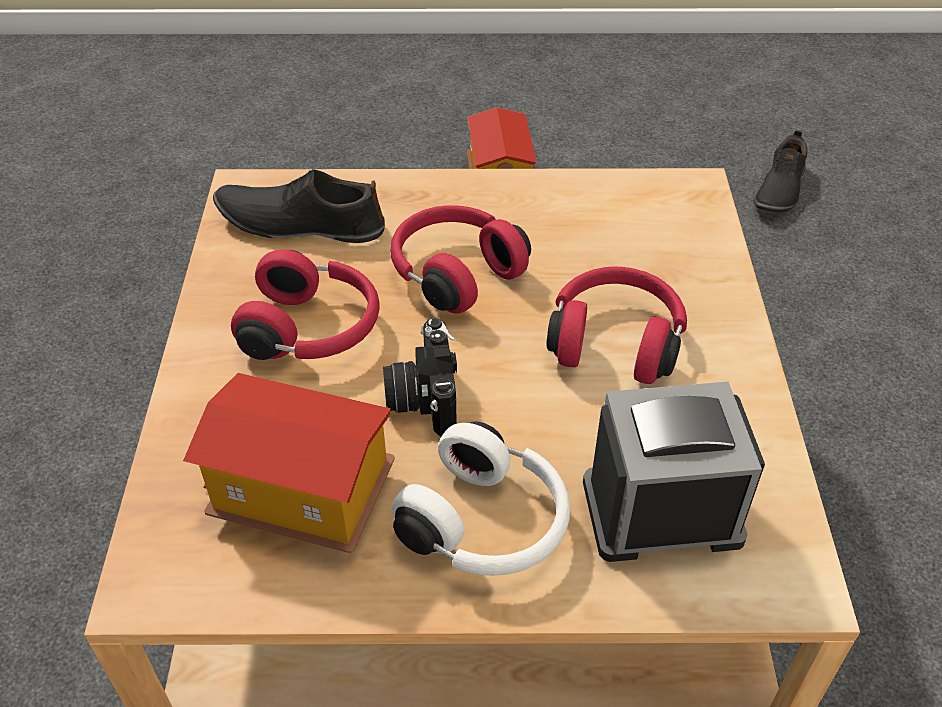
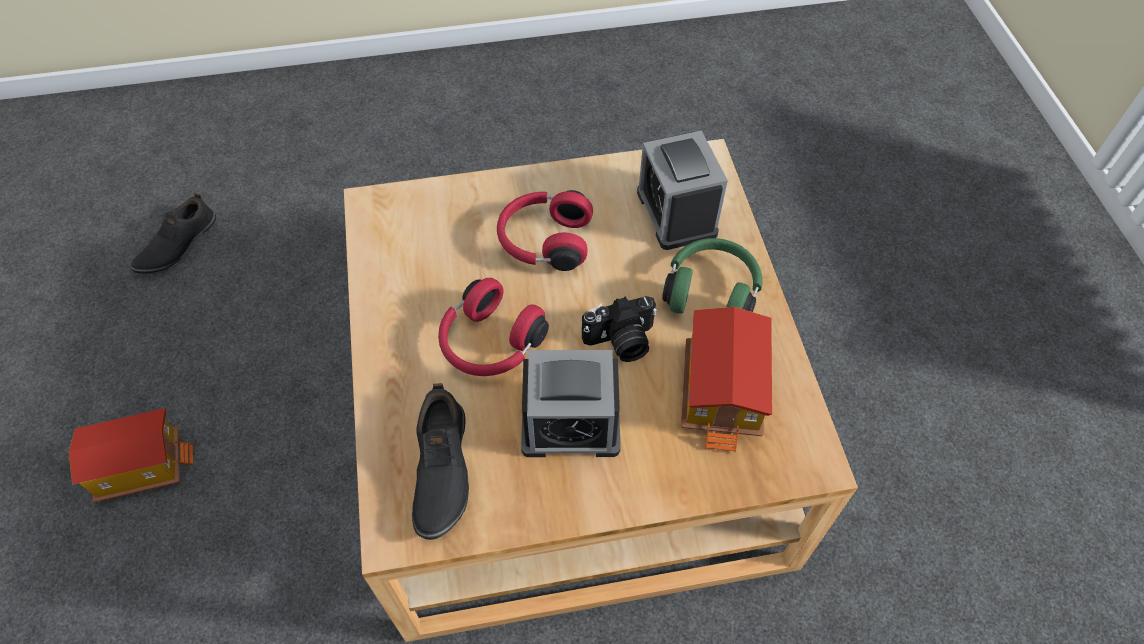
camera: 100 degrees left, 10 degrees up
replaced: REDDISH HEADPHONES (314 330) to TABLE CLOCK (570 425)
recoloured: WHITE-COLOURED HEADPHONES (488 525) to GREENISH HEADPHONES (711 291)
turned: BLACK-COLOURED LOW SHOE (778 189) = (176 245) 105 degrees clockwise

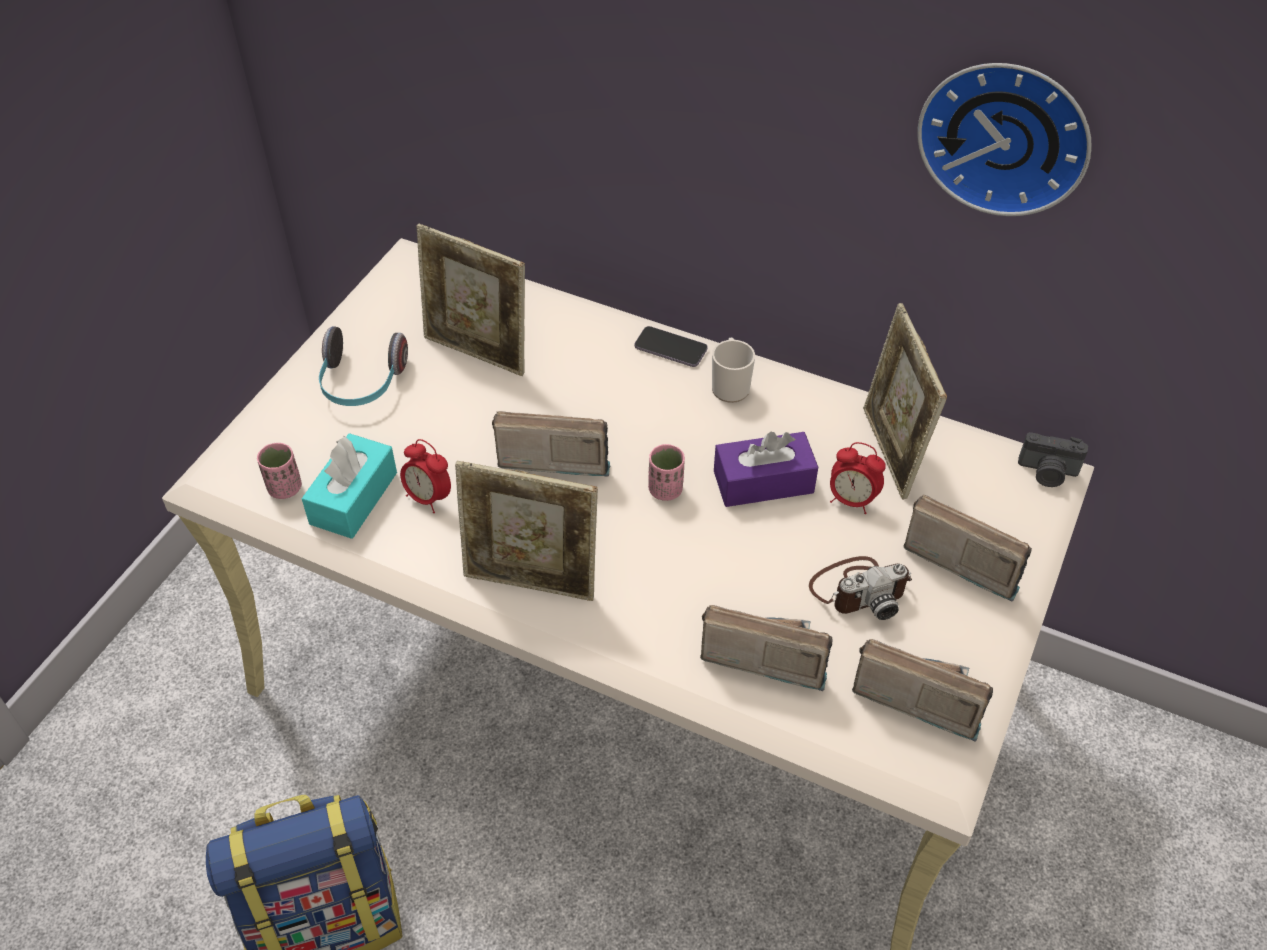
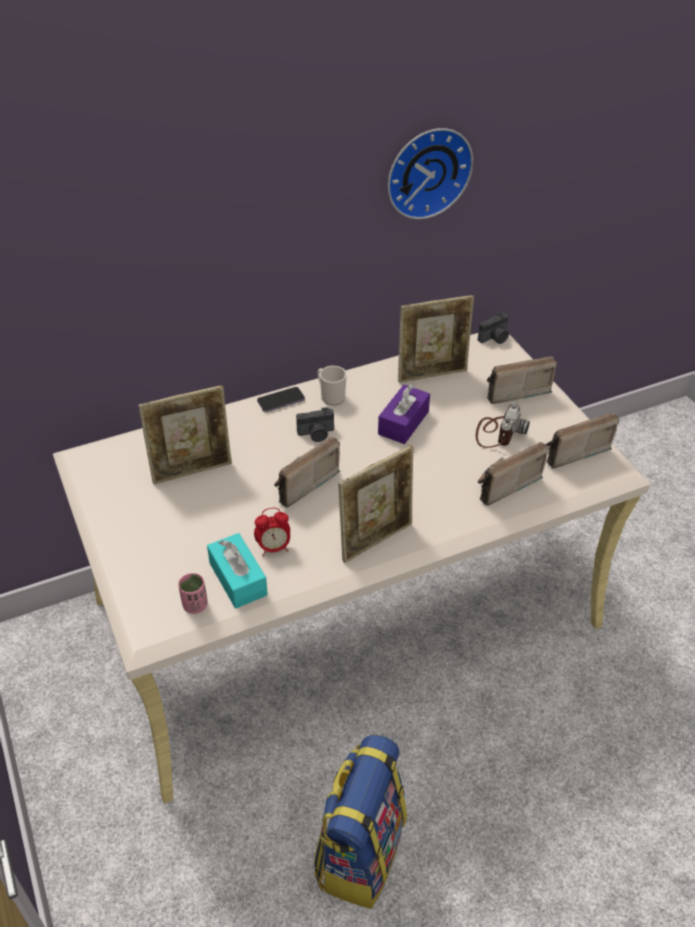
camera: 50 degrees left, 5 degrees down
removed: HEADPHONES (361 383); PINK-COLOURED SMALL CUP (665 490); TABLE CLOCK (851 500)
added: STILL CAMERA (316 434)
turned: PHOTO FRAME (890 453) = (432 374) 45 degrees counterclockwise

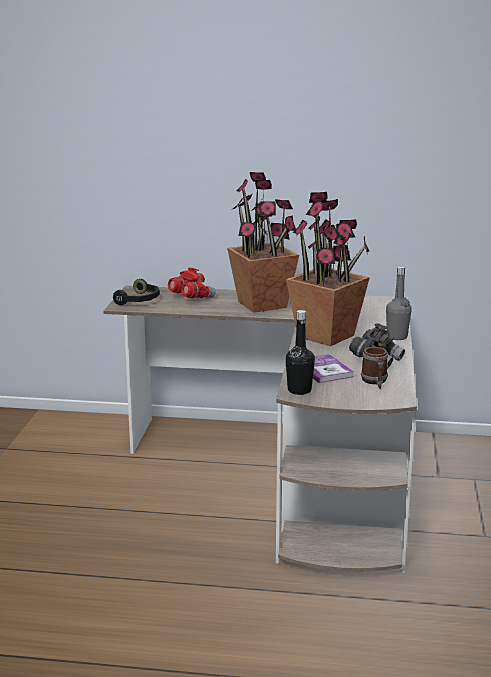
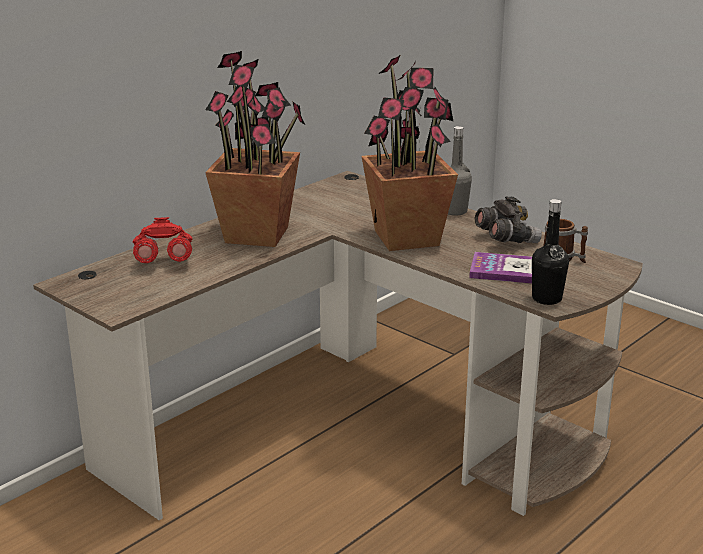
camera: 55 degrees left, 5 degrees up
removed: BLACK-COLOURED HEADPHONES (140 300)

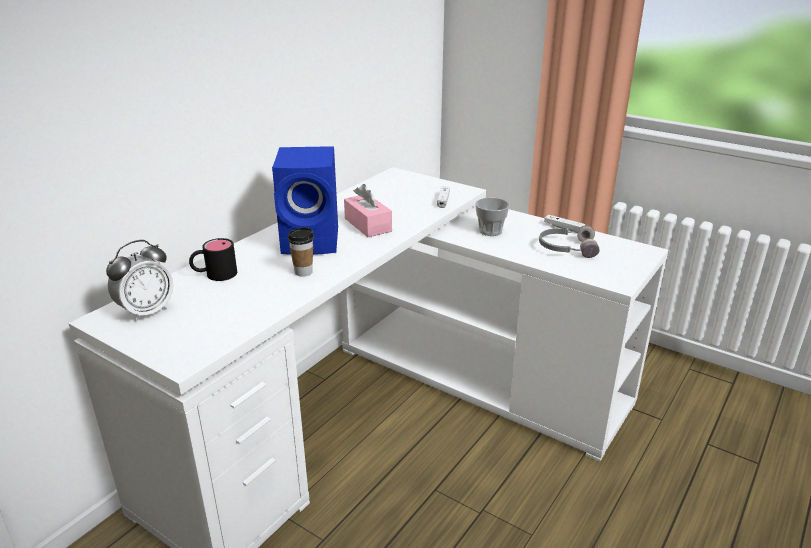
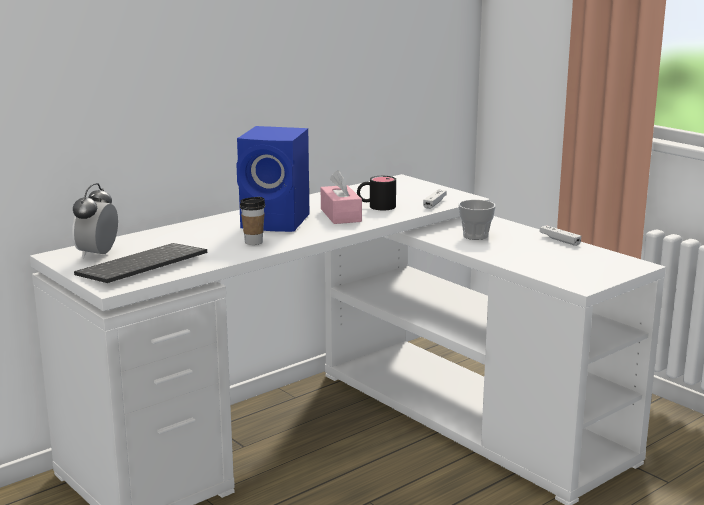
camera: 15 degrees right, 10 degrees down
removed: GREY HEADPHONES (567 248)
added: KEYBOARD (142 267)
moved: BLACK-COLOURED COFFEE MUG (214 274) to (376 206)
turned: TABLE CLOCK (146 312) = (98 254) 135 degrees clockwise

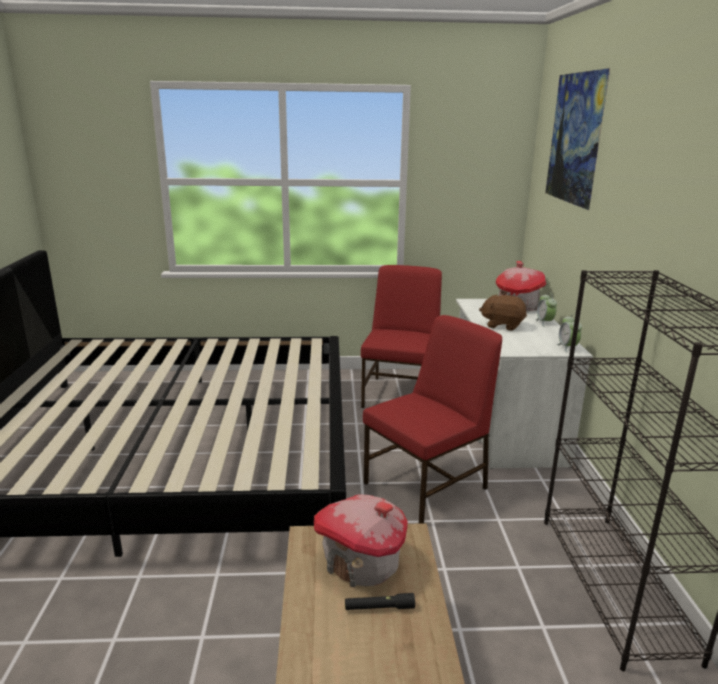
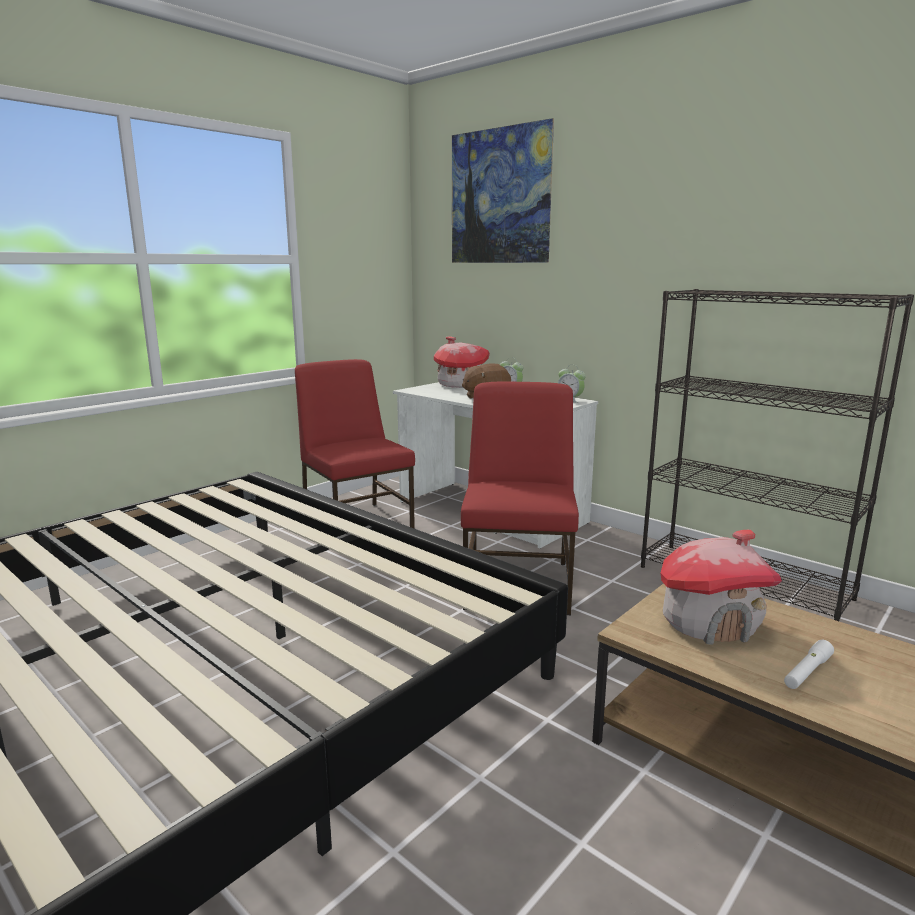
camera: 45 degrees left, 5 degrees down
removed: BLACK-COLOURED FLASHLIGHT (379 607)
added: WHITE-COLOURED FLASHLIGHT (807 672)

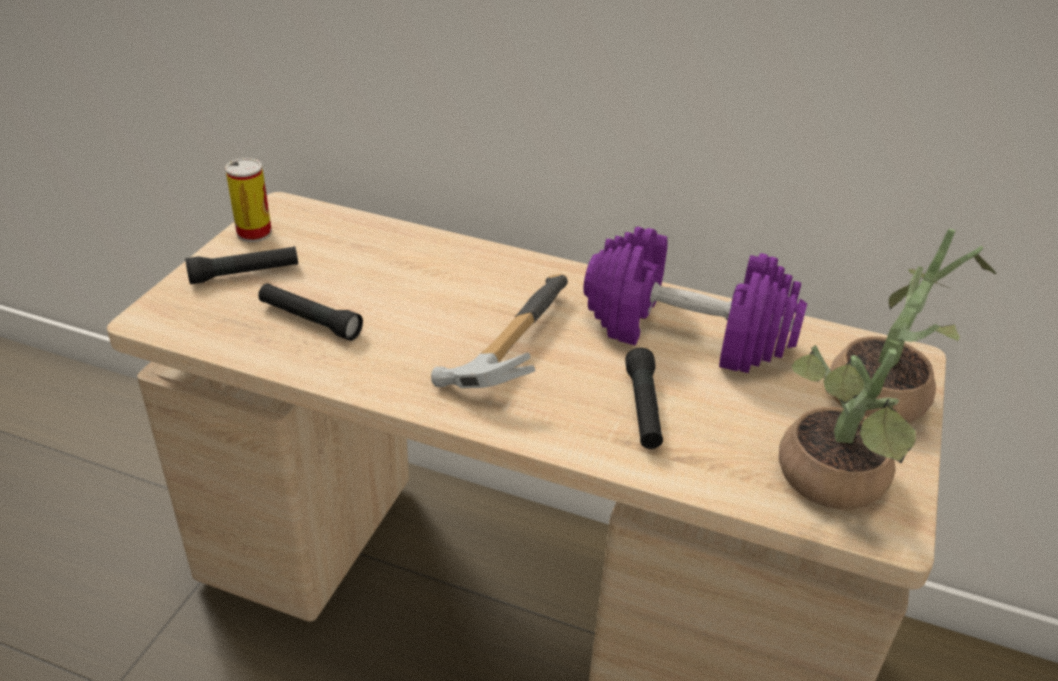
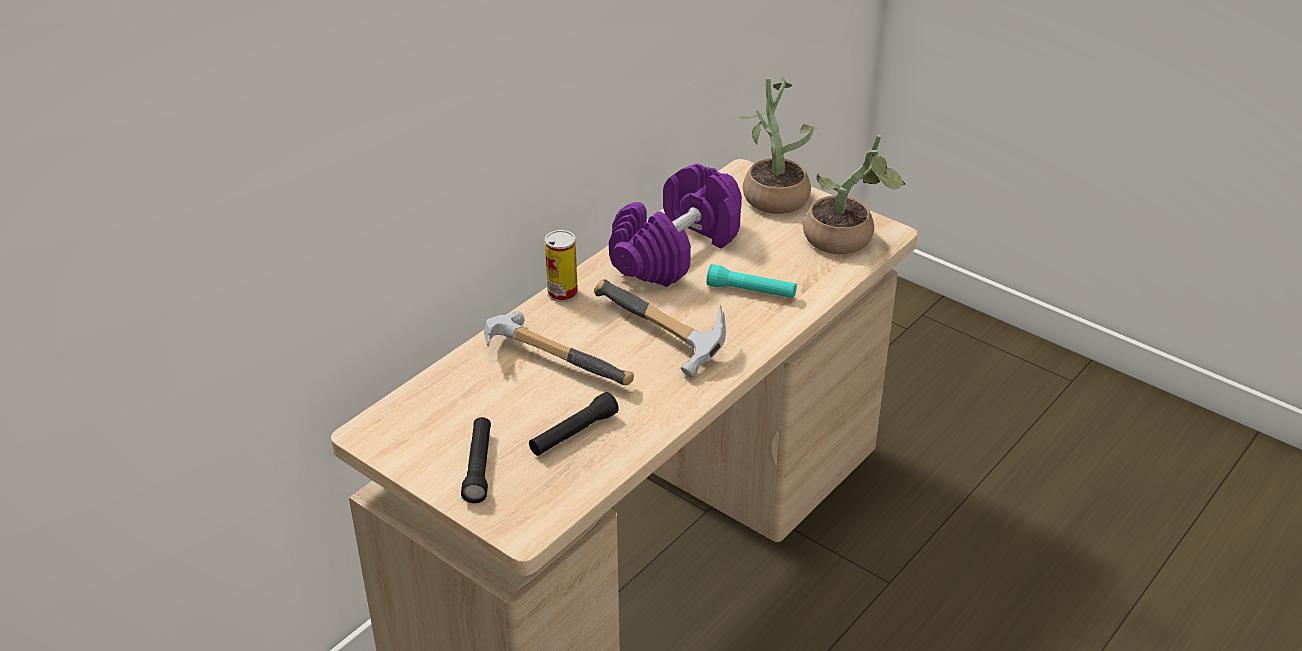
camera: 70 degrees left, 0 degrees up
added: HAND HAMMER (557 358)
moved: SEALED CAN (254 233) to (562 293)
recoloured: BLACK-COLOURED FLASHLIGHT (643 409) to TURQUOISE FLASHLIGHT (751 291)

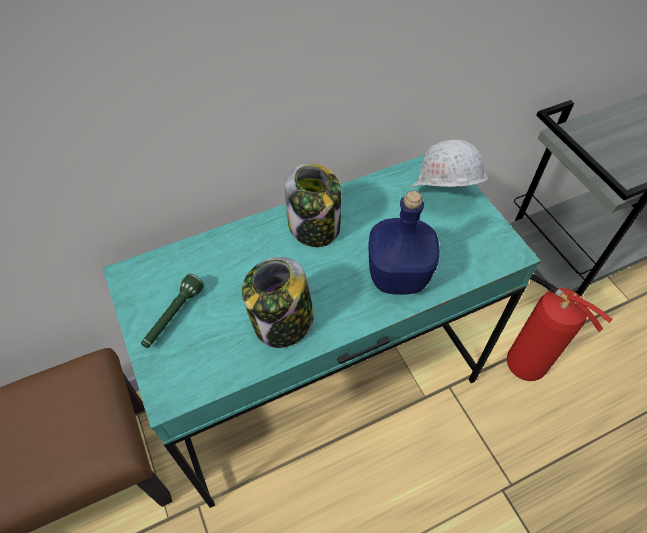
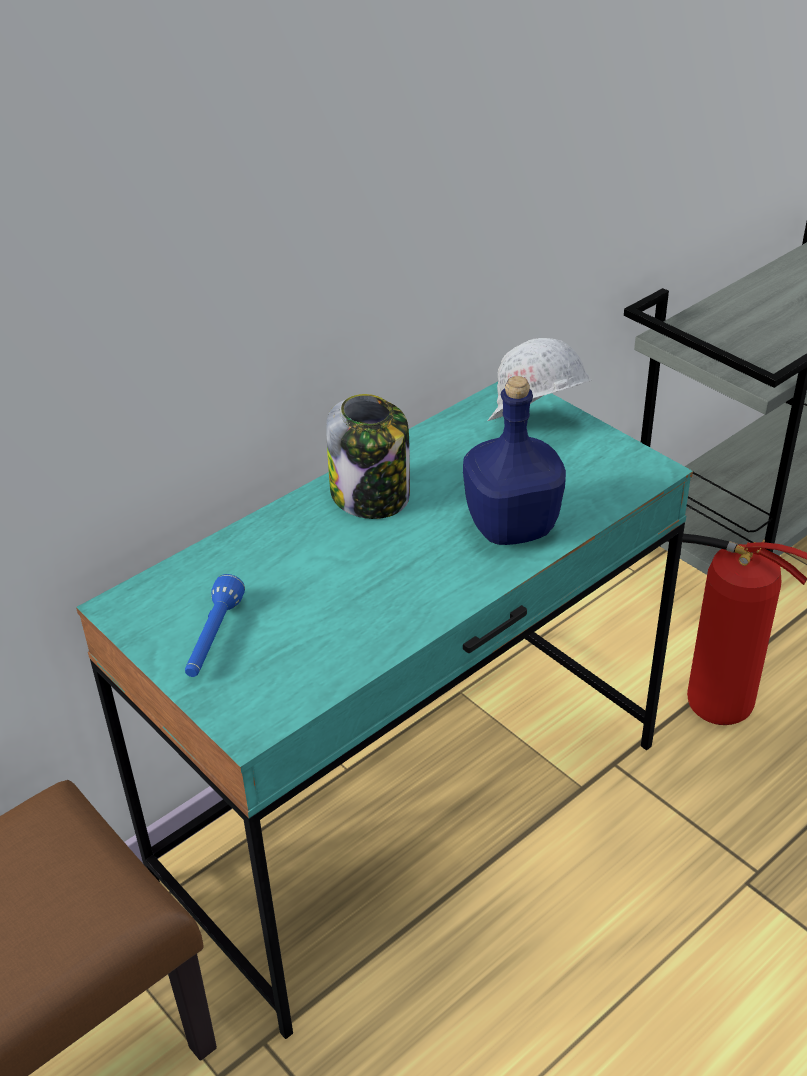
camera: 15 degrees left, 15 degrees down
removed: JAR (282 323)
recoloured: GREENISH FLASHLIGHT (173 317) to BLUISH FLASHLIGHT (213 639)

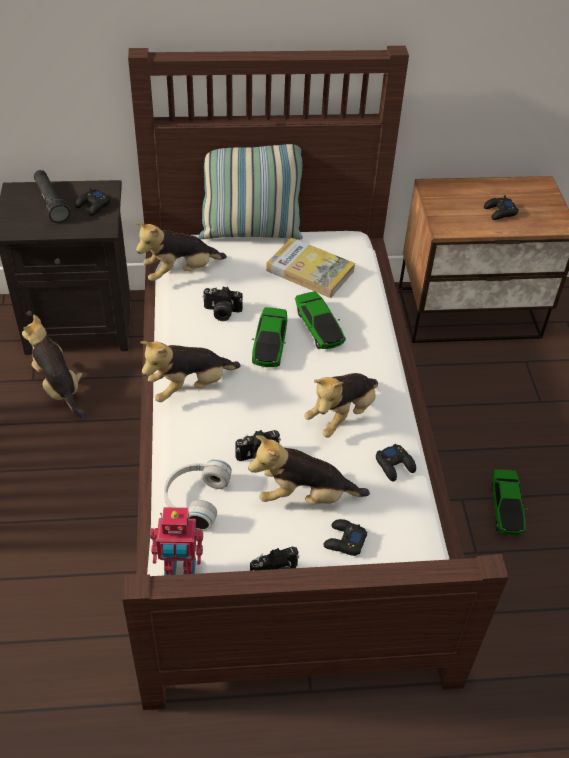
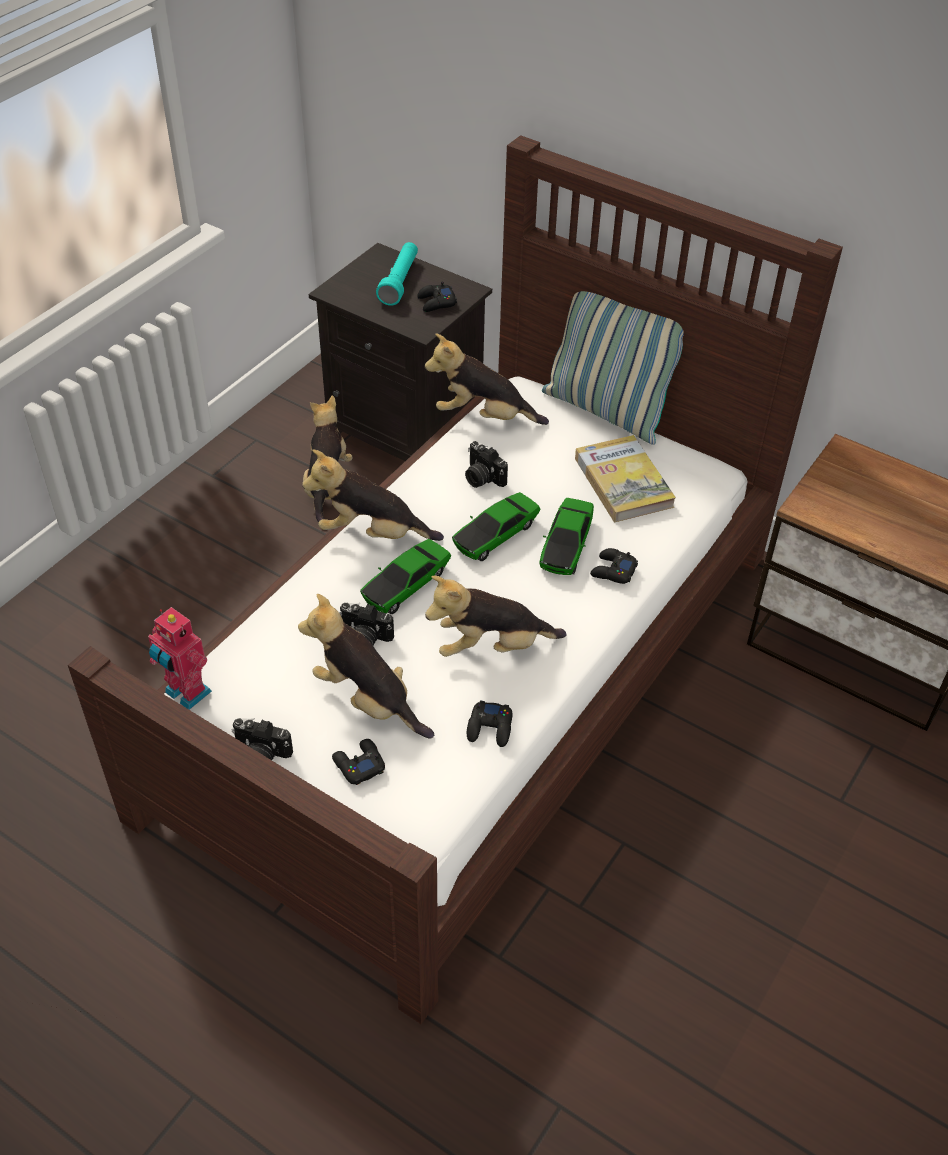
camera: 40 degrees right, 0 degrees up
removed: WHITE-COLOURED HEADPHONES (195 499)
moved: BLACK-COLOURED GAMEPAD (500 212) to (613 571); MINIATURE CAR (506 507) to (406 585)
recoloured: BLACK-COLOURED FLASHLIGHT (51 203) to TURQUOISE FLASHLIGHT (399 282)

